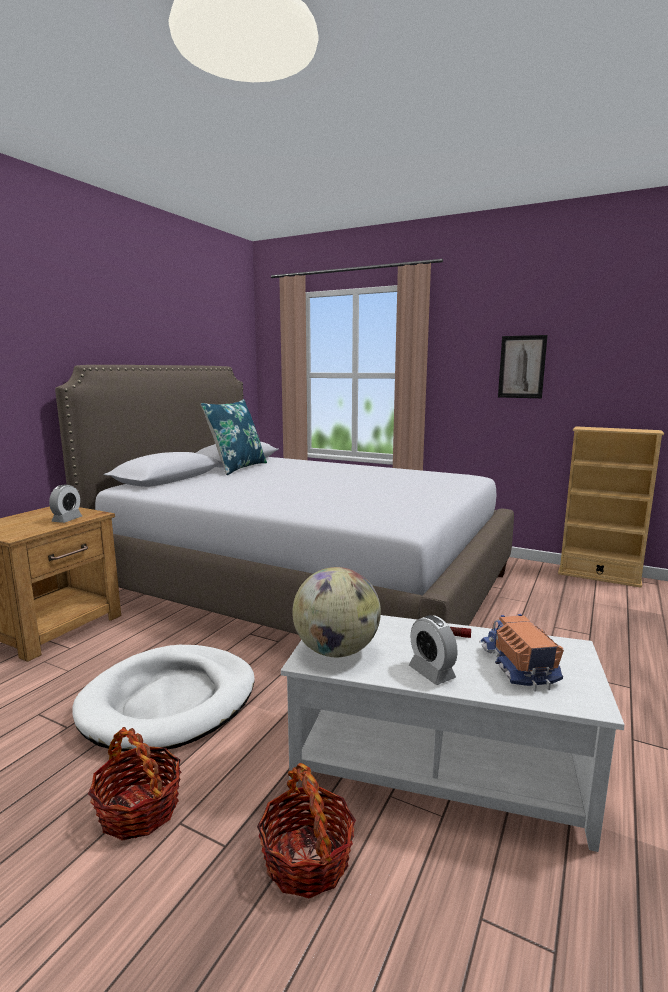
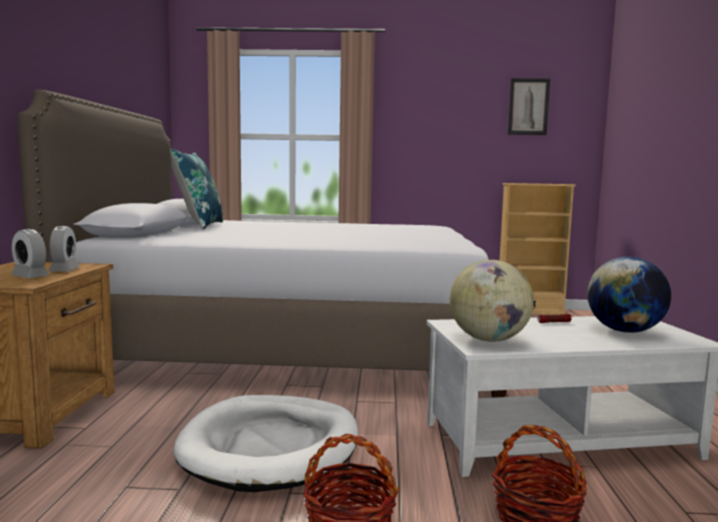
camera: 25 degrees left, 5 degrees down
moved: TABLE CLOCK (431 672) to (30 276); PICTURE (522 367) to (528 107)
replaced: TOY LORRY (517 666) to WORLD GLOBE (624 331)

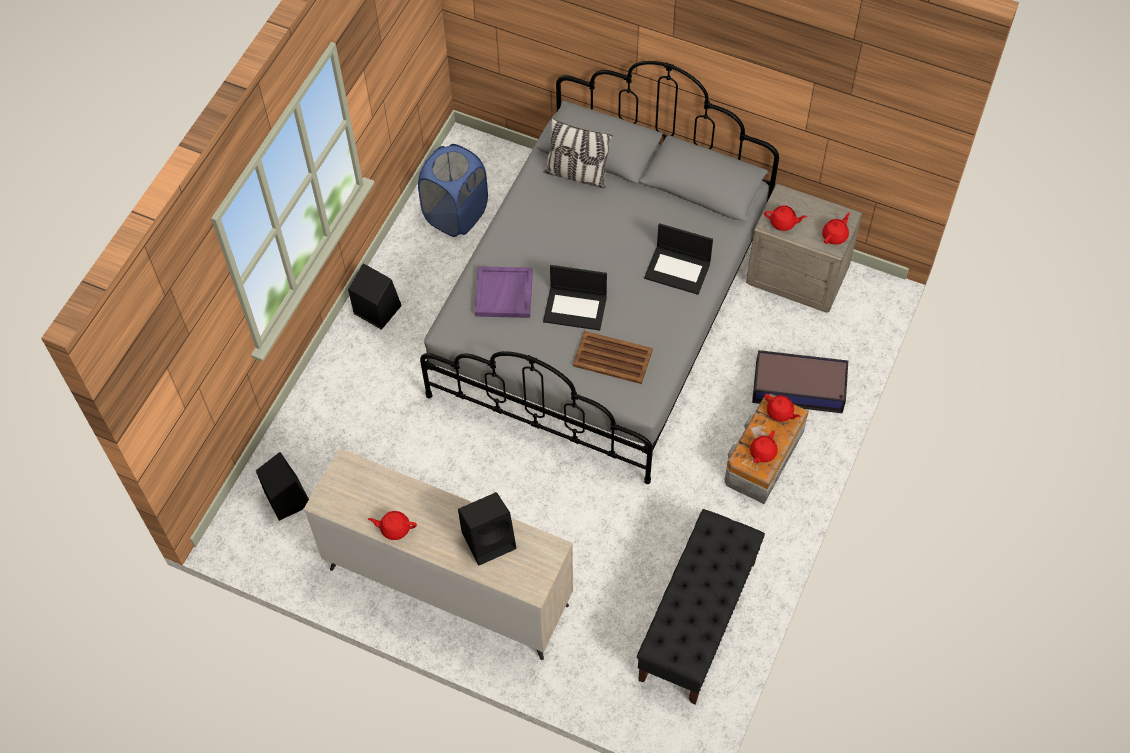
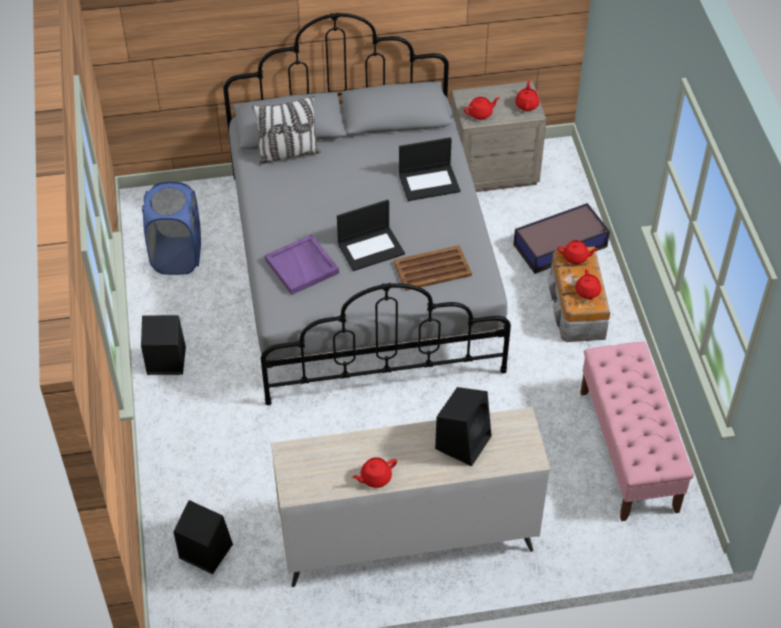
camera: 35 degrees left, 10 degrees down
recoloured: BLACK-COLOURED LONG SEAT (697 621) to PINK-COLOURED LONG SEAT (628 451)

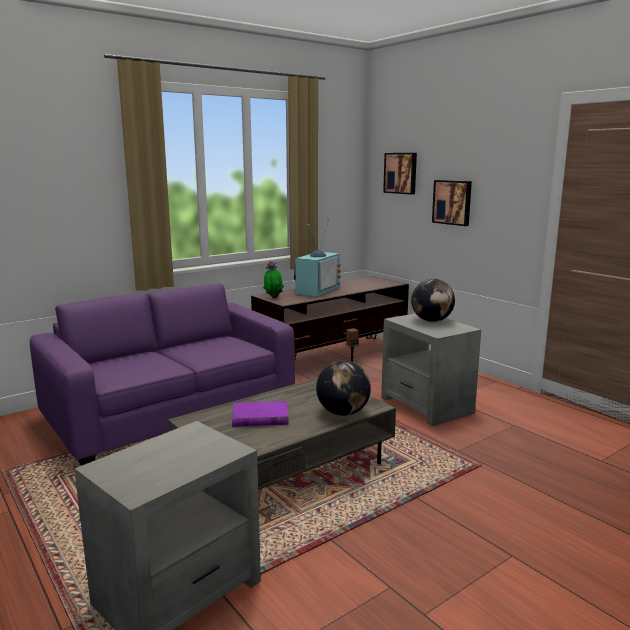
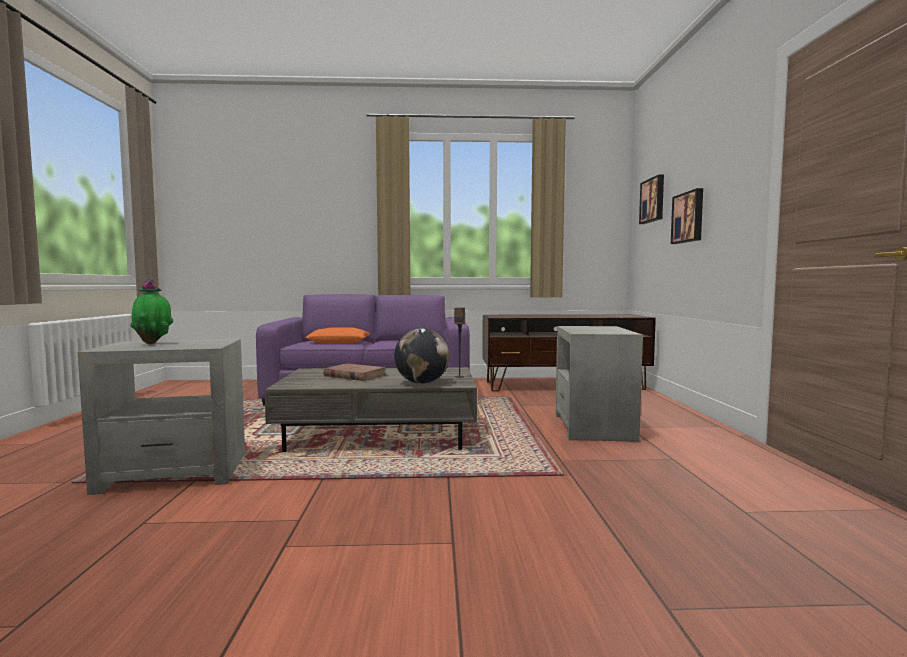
camera: 35 degrees right, 10 degrees down
removed: TV (316 290); WORLD GLOBE (431 321)
added: ORANGEY CUSHION (339 342)
moved: PLANT IN A POT (273 297) to (153 343)
recoloured: PURPLISH VOLUME (260 417) to BROWNISH VOLUME (354 376)

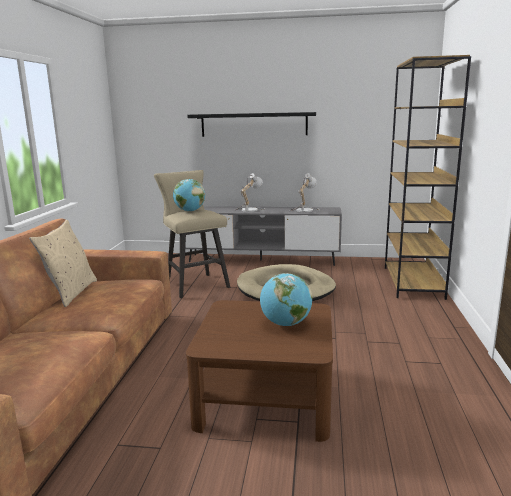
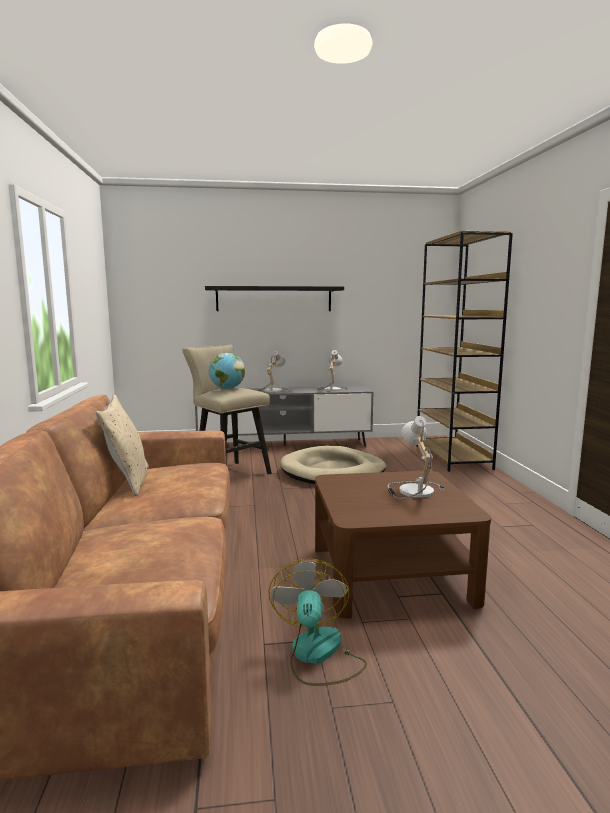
camera: 15 degrees left, 5 degrees down
added: COOLING FAN (318 655)
replaced: WORLD GLOBE (285 324) to TABLETOP LAMP (412 490)

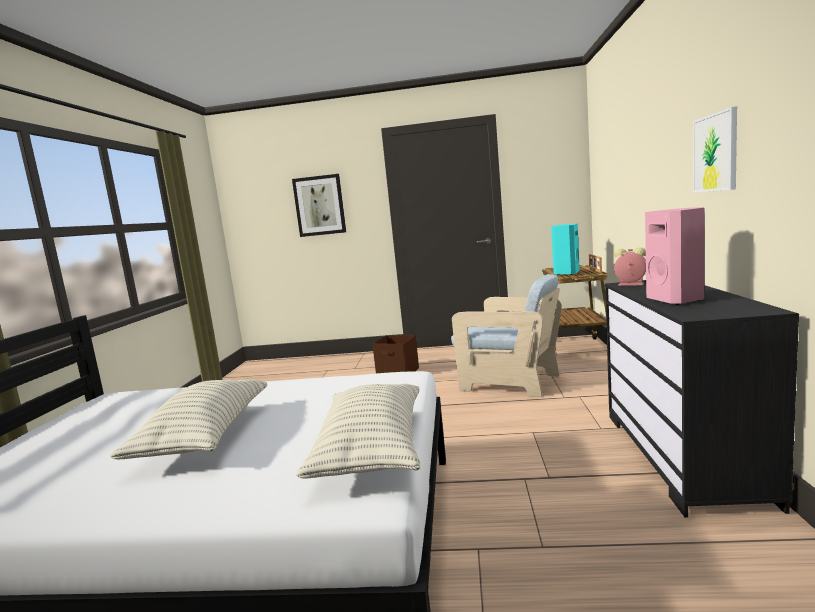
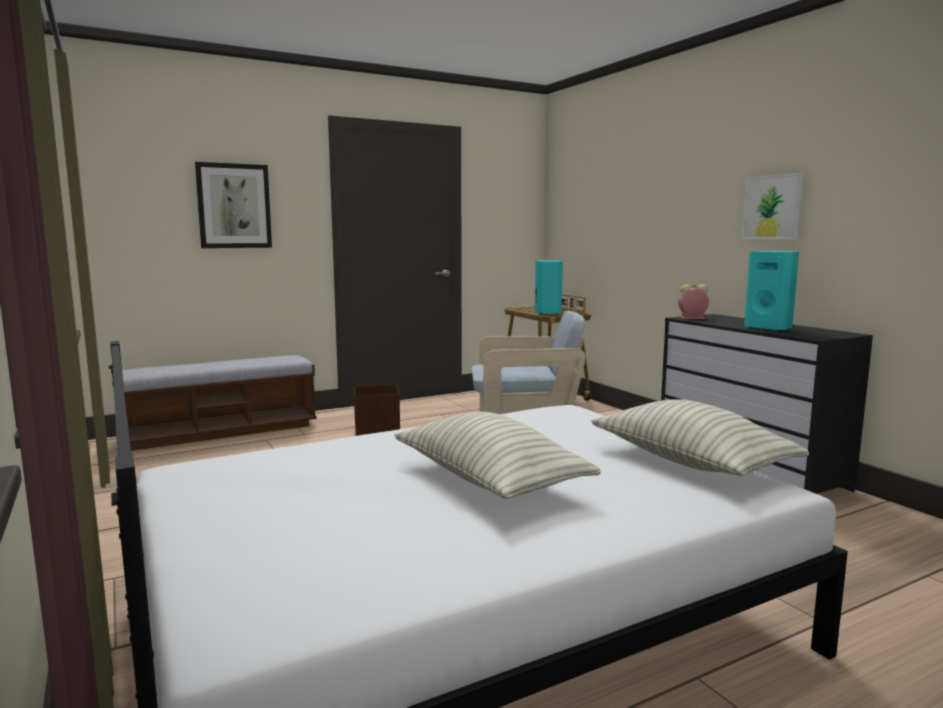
camera: 35 degrees left, 0 degrees up
added: LONG SEAT (222 431)
recoloured: PINK-COLOURED LOUDSPEAKER (676 300) to TURQUOISE LOUDSPEAKER (769 328)

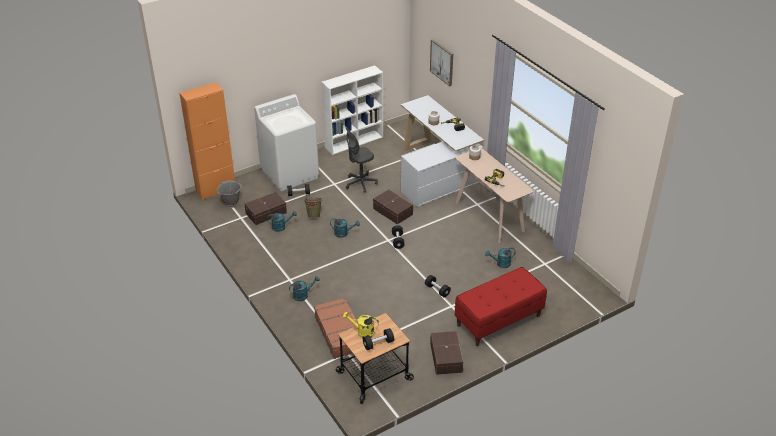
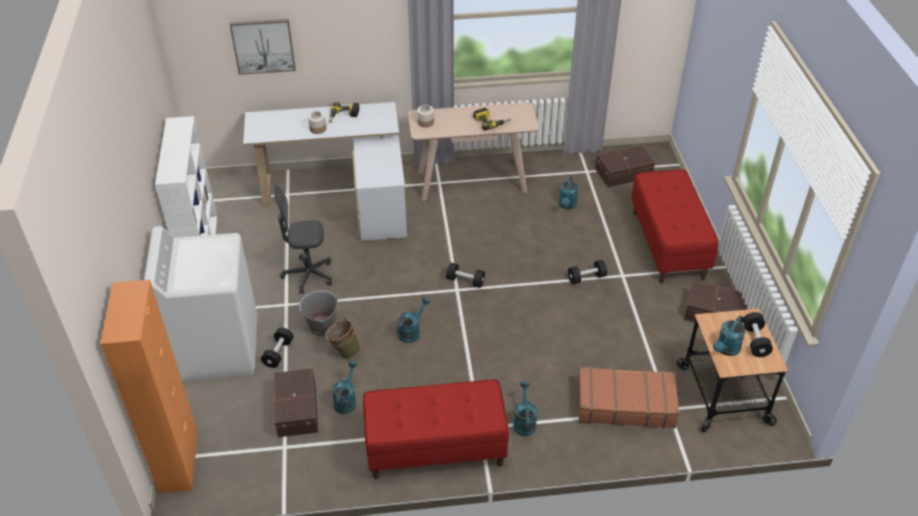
camera: 65 degrees left, 5 degrees up
added: REDDISH LONG SEAT (435 449)
moved: GREY PAIL (231 202) to (321 326); BROWNISH STORAGE BOX (392 212) to (624 173)
recoloured: YELLOWISH WATERING POT (362 332) to TURQUOISE WATERING POT (726 350)
turned: GREY OFFICE CHAIR (360 183) = (308 275) 90 degrees clockwise

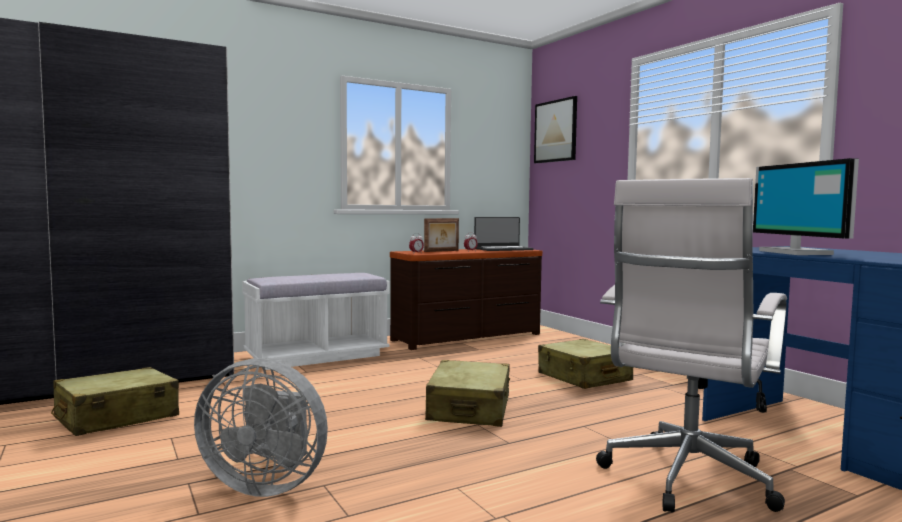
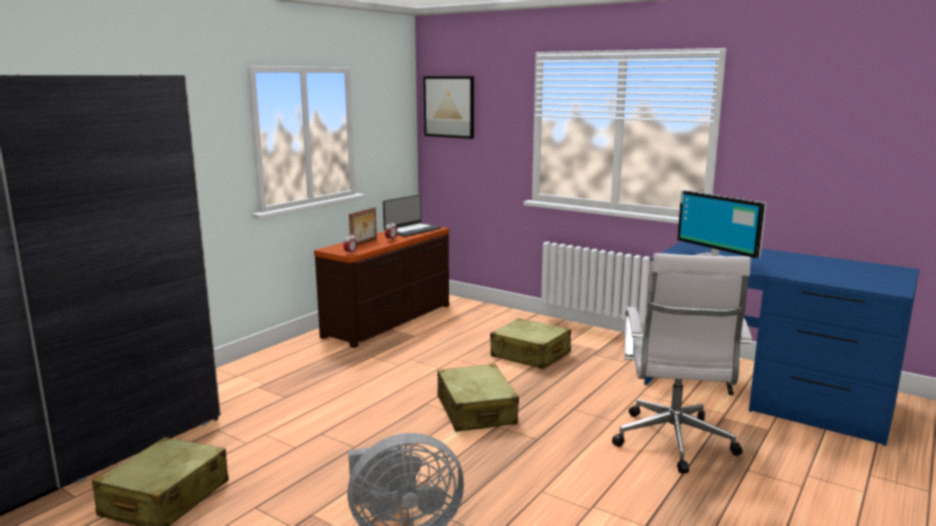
camera: 25 degrees left, 10 degrees up
removed: WHITE-COLOURED LONG SEAT (317 356)

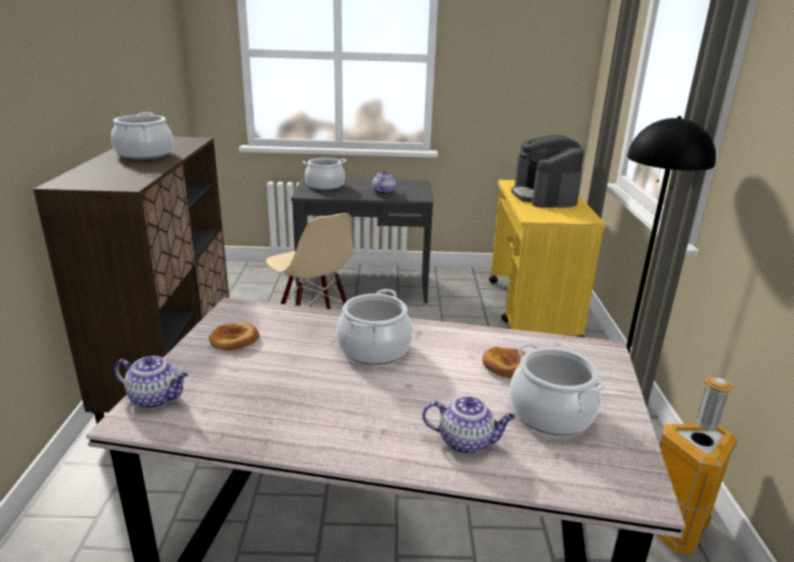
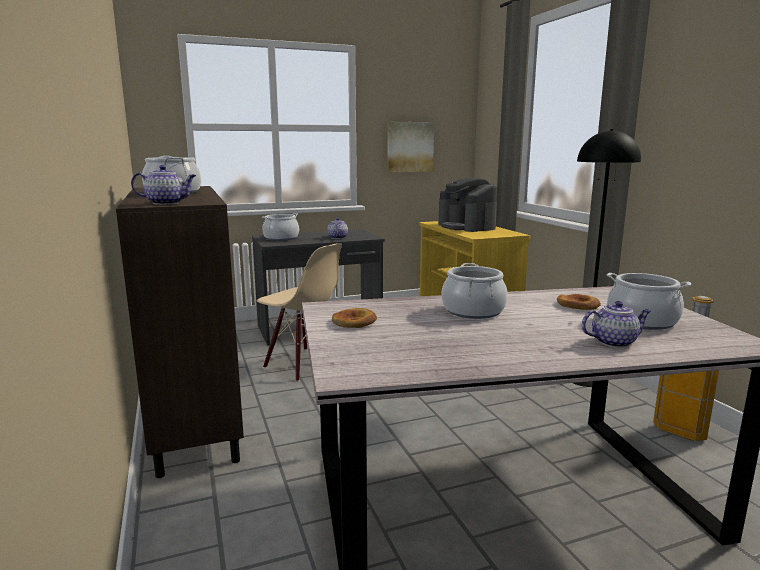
camera: 20 degrees left, 10 degrees down
added: PICTURE (409 147)
moved: POT FOR TEA (156 398) to (167 203)

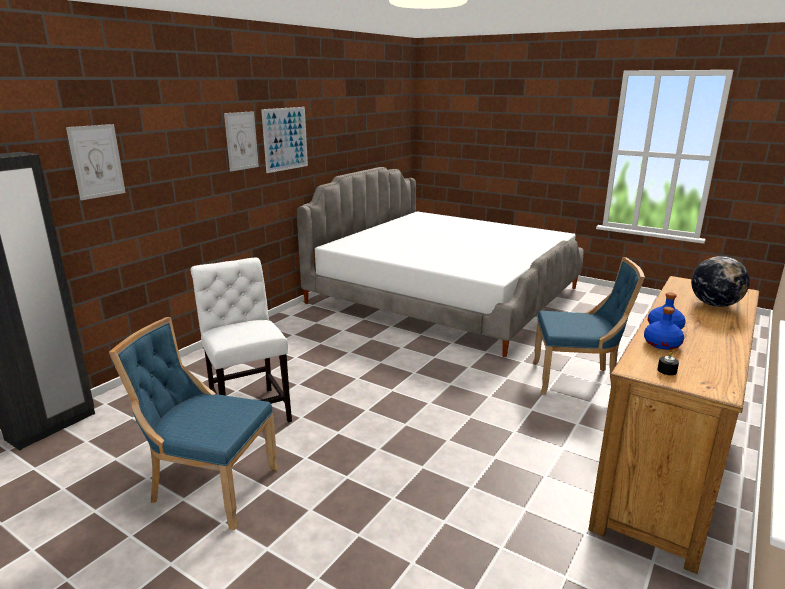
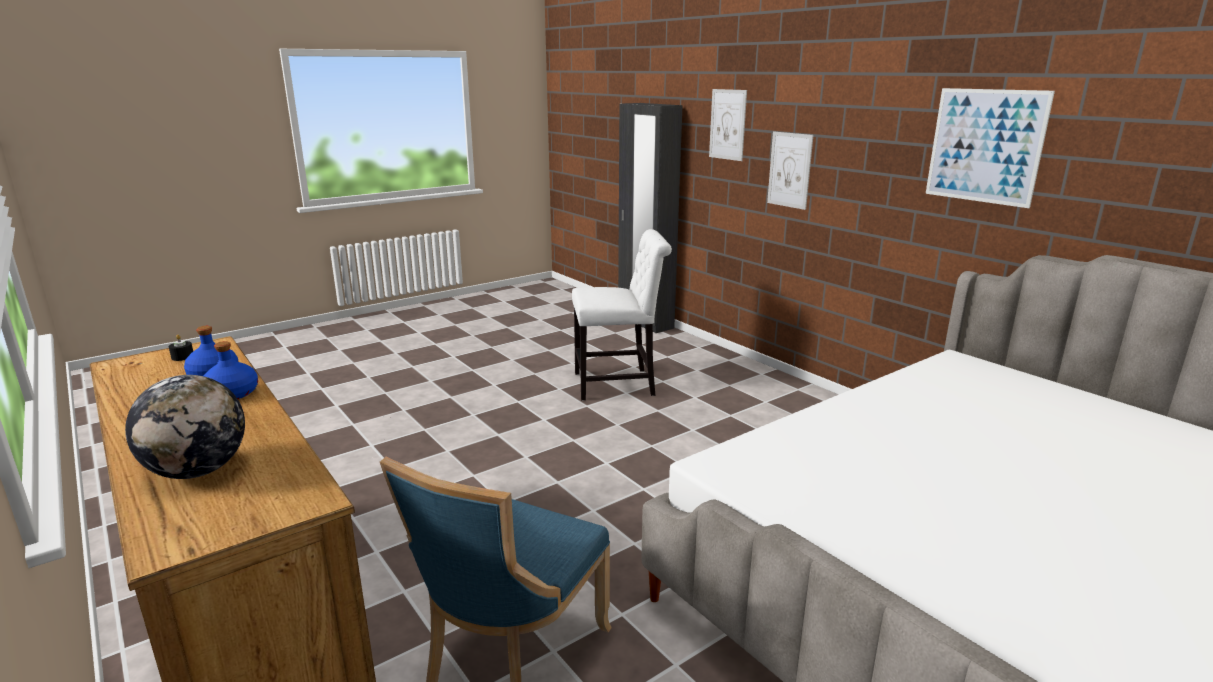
camera: 110 degrees right, 0 degrees up
removed: BLUISH UPRIGHT CHAIR (209 487)
moved: PICTURE (241 141) to (789 170)

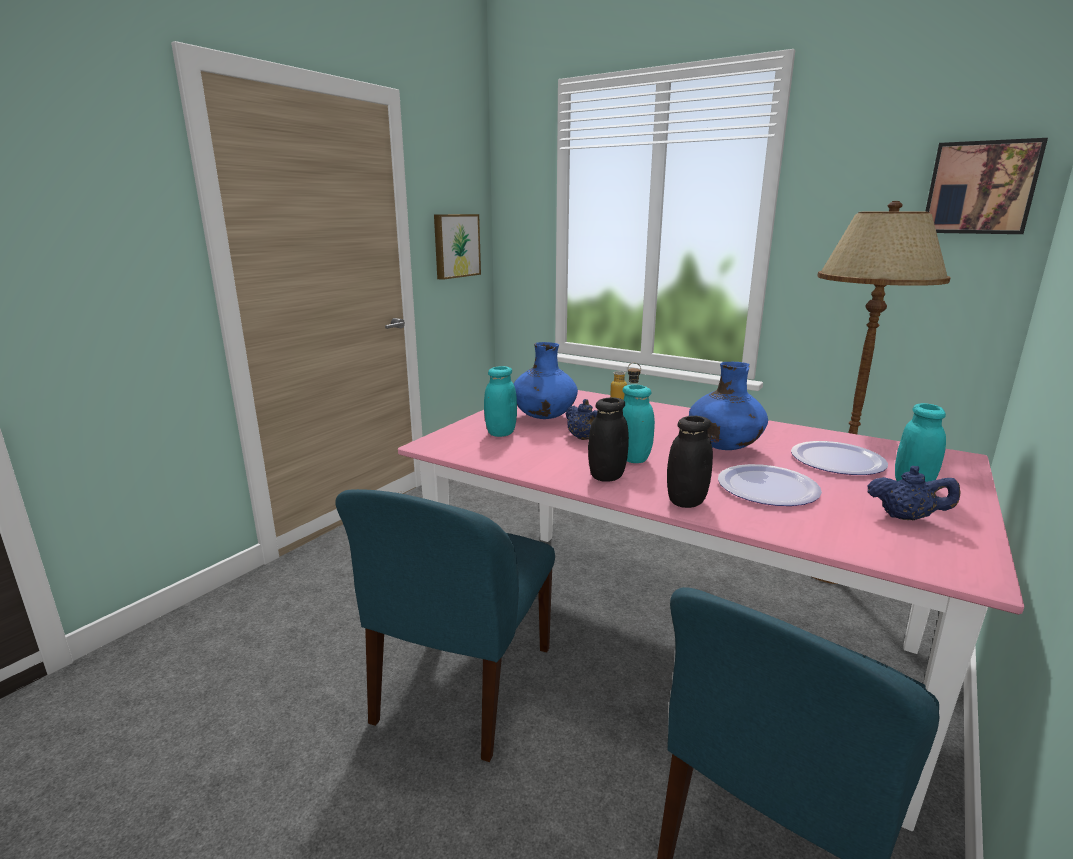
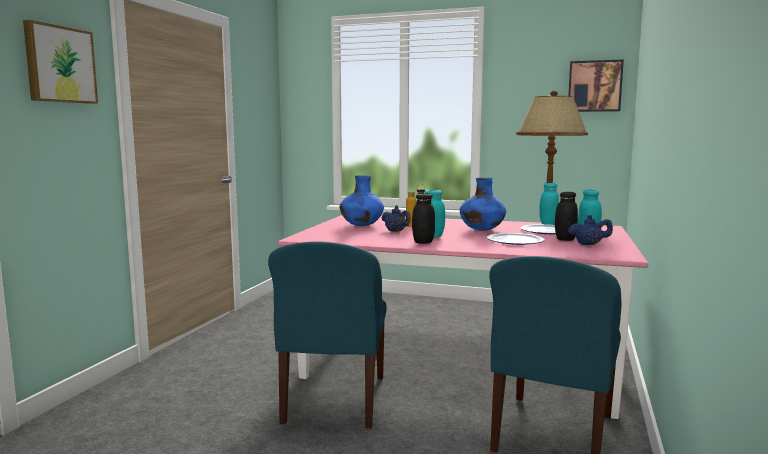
camera: 15 degrees left, 10 degrees down
moved: PICTURE (455 245) to (59 64); TURQUOISE JAR (501 433) to (548 224); BLACK-COLOURED JAR (686 501) to (565 239)

